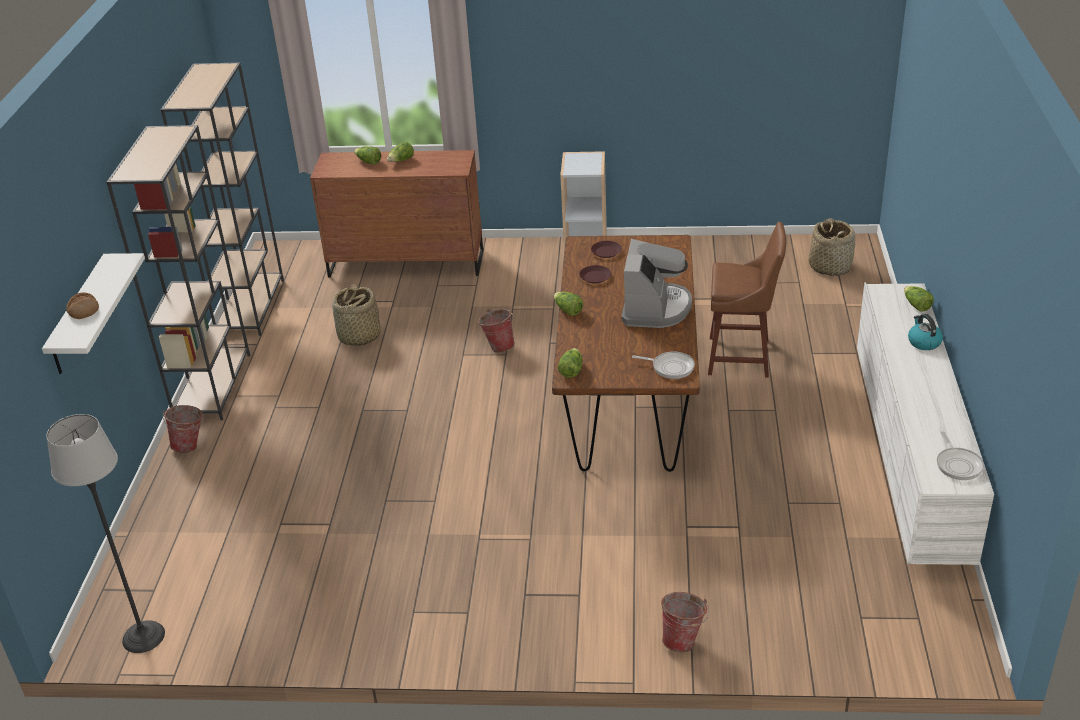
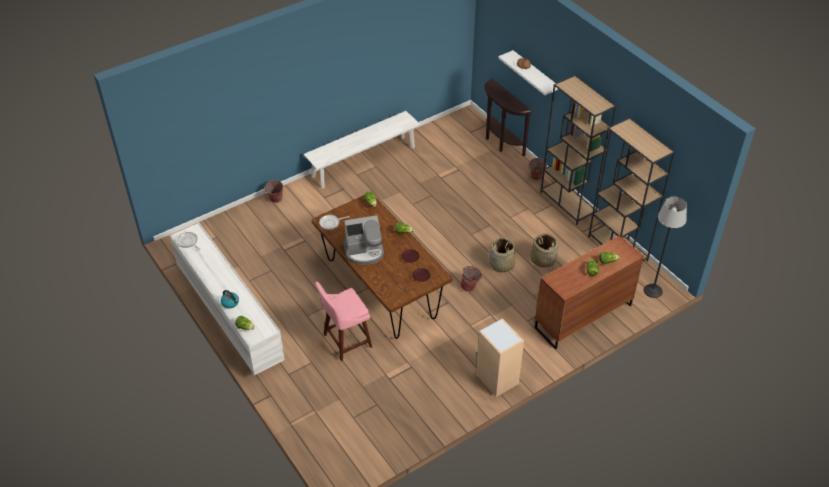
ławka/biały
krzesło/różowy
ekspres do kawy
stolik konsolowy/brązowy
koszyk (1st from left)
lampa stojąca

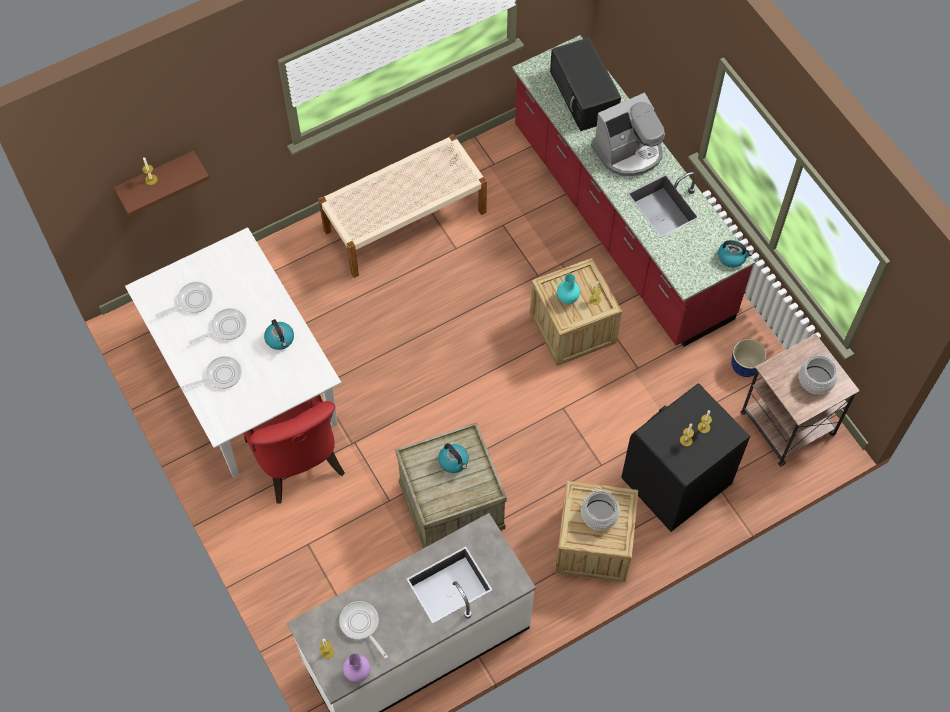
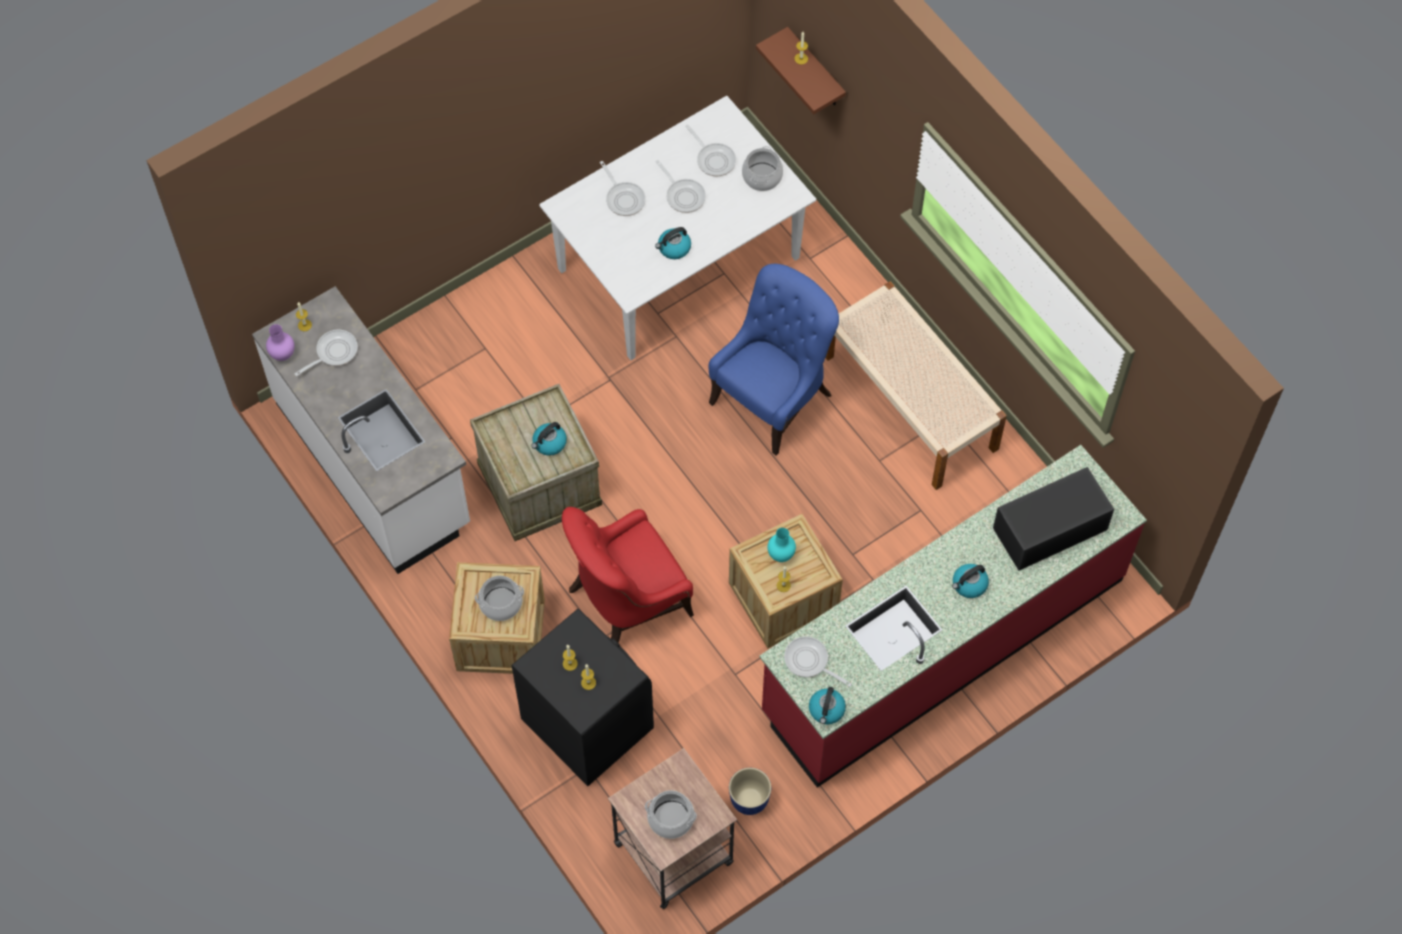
krzesło/czerwony
krzesło/niebieski
garnek (3rd from left)
patelnia (5th from left)
czajnik (4th from left)

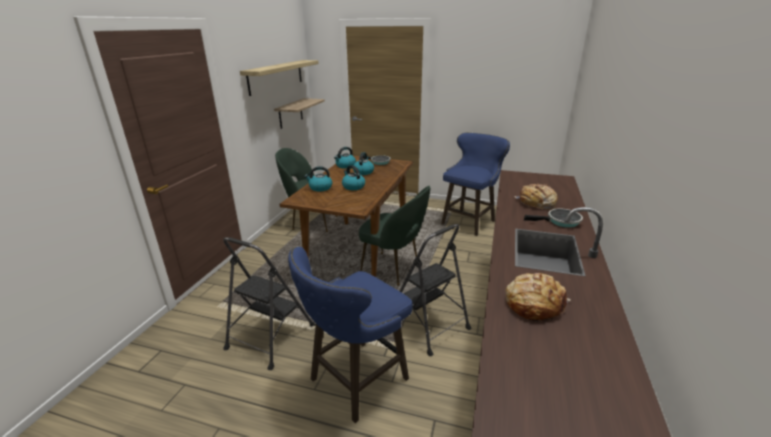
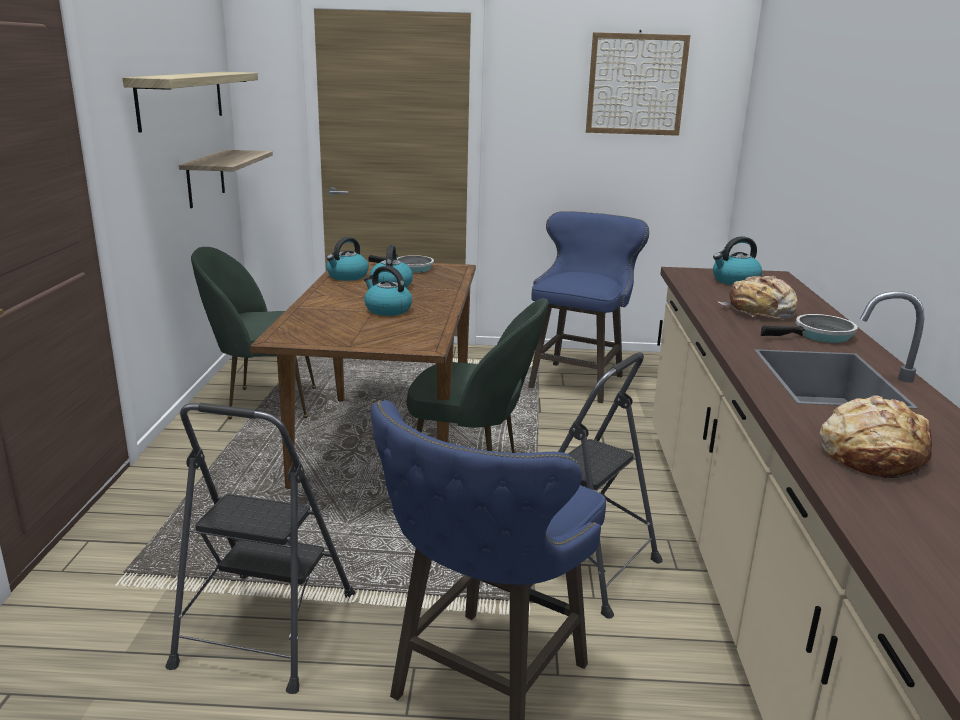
obraz
czajnik (4th from left)

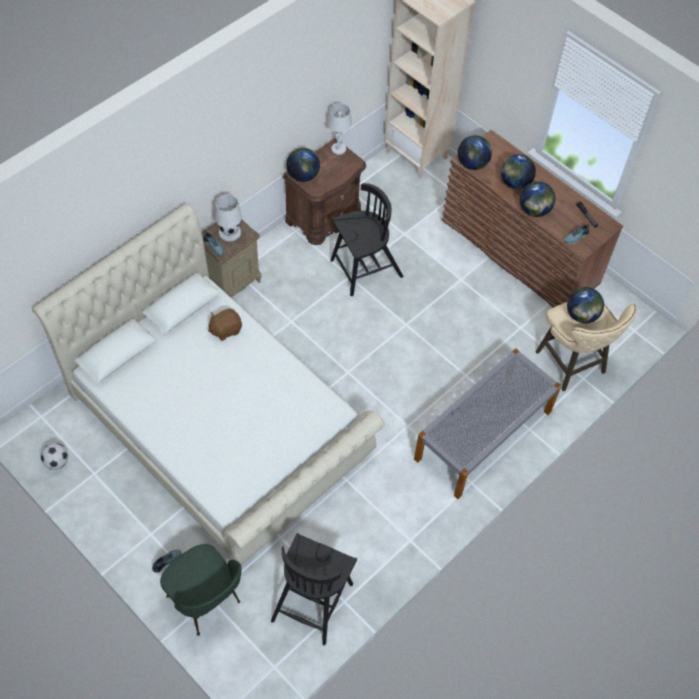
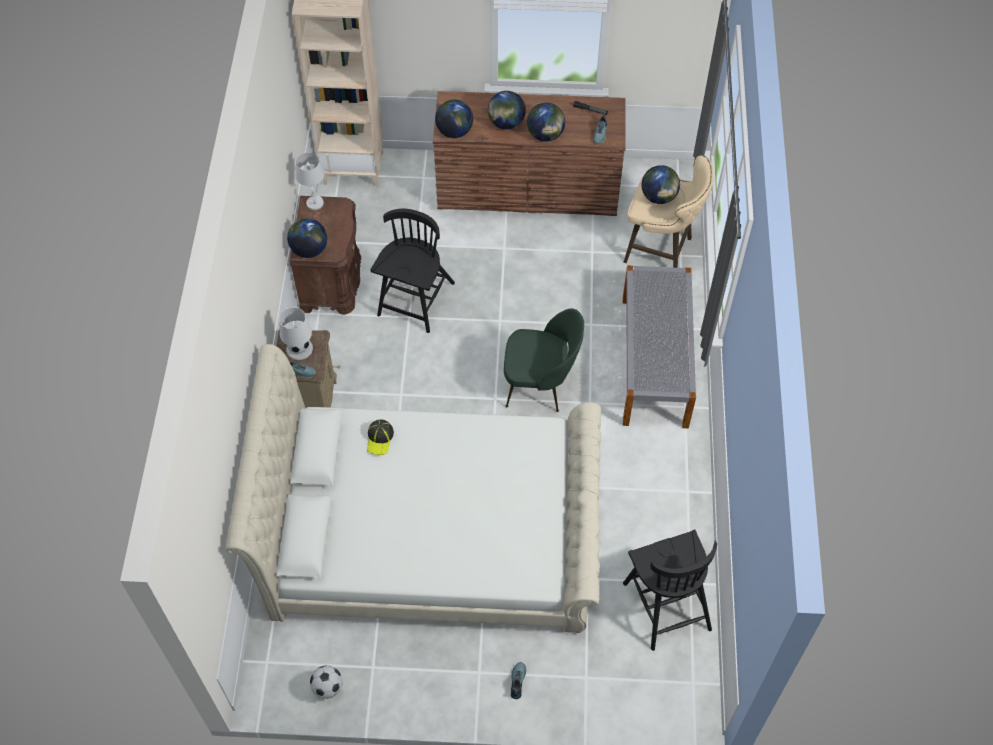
czapka z daszkiem
krzesło/zielony

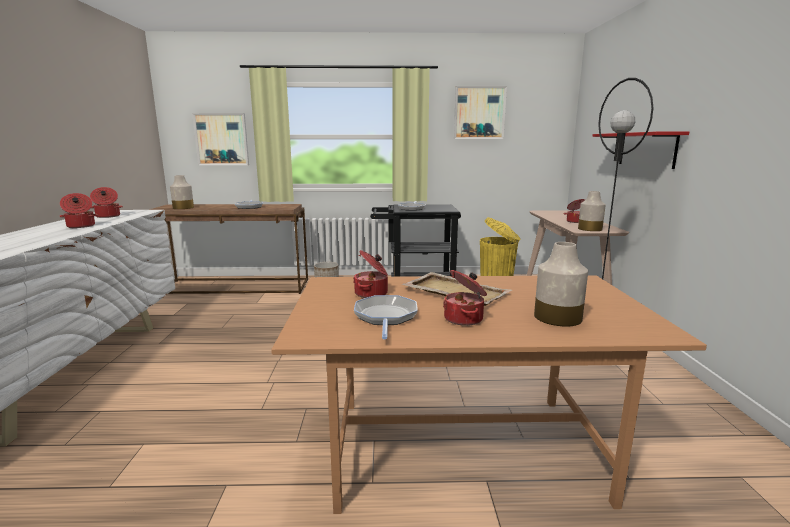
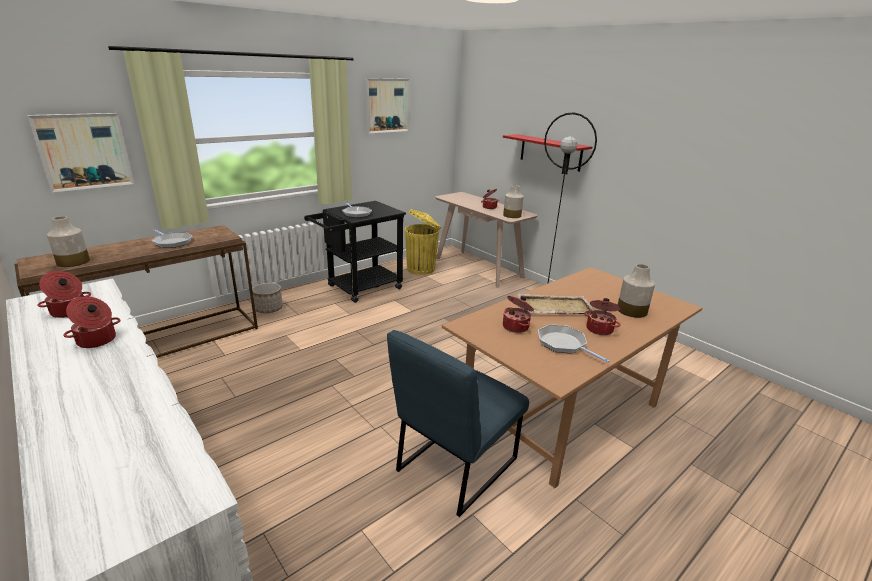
krzesło/niebieski

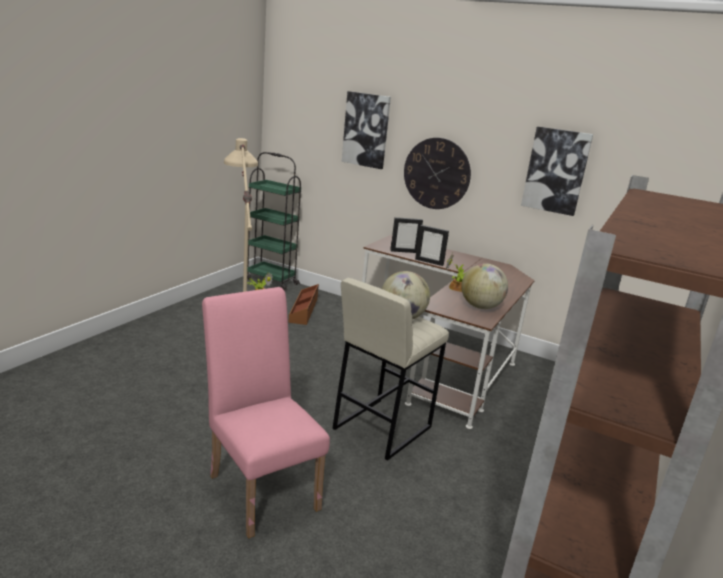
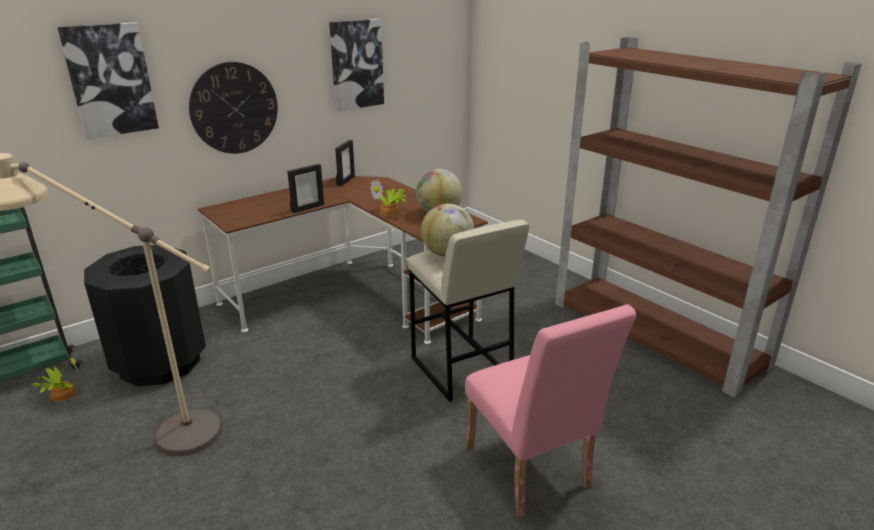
kosz na śmieci/czarny
ramka na zdjęcie (2nd from left)
krzesło/różowy

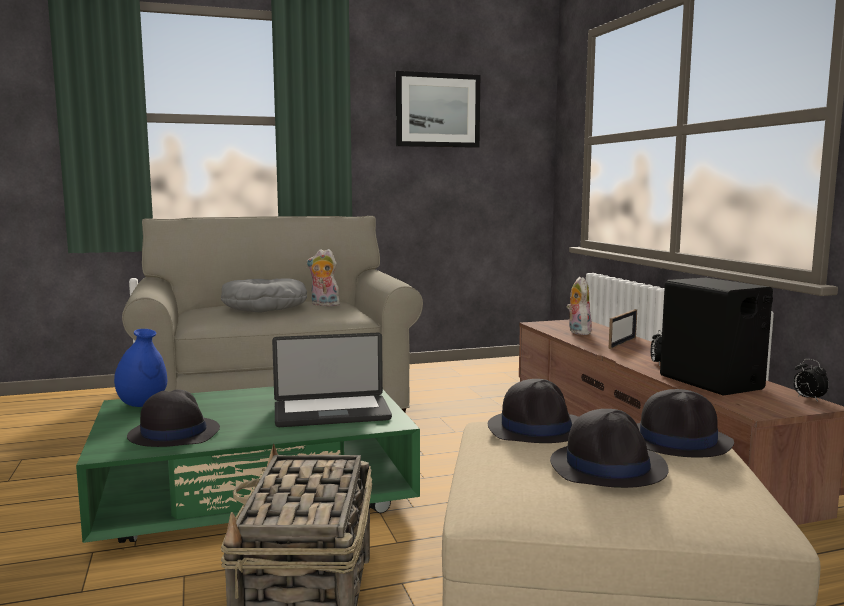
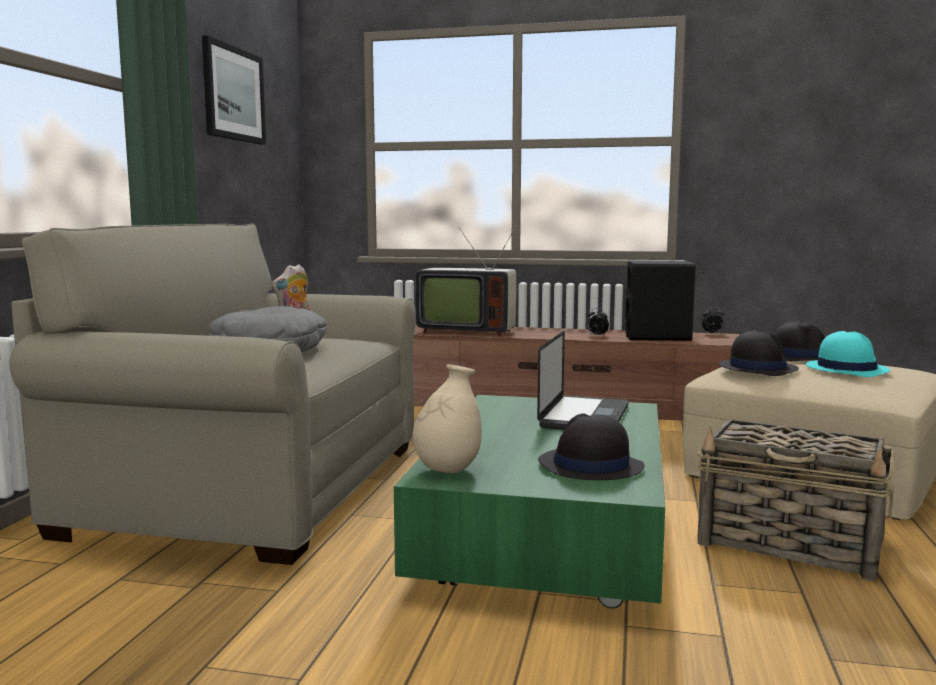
wazon/beżowy
telewizor
kapelusz/turkusowy
ramka na zdjęcie

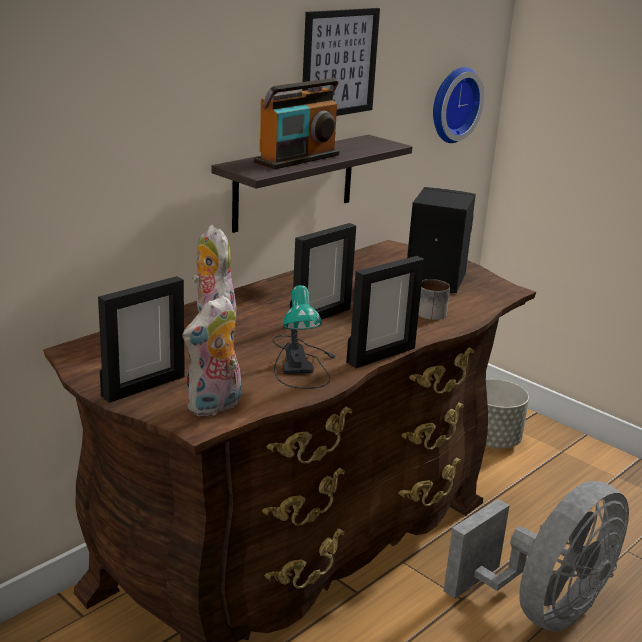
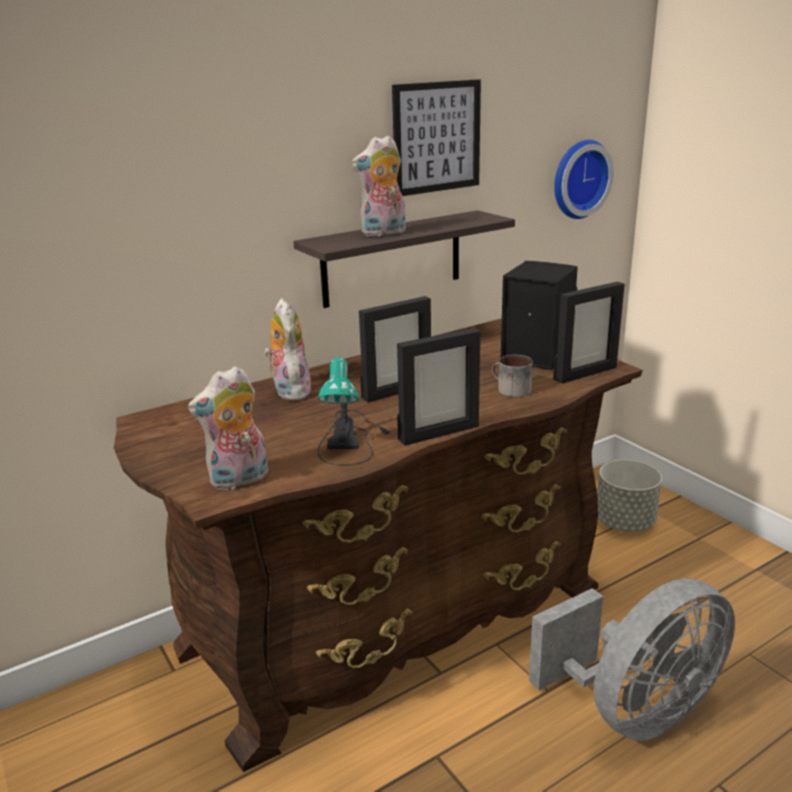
pluszak (3rd from left)
ramka na zdjęcie (3rd from left)

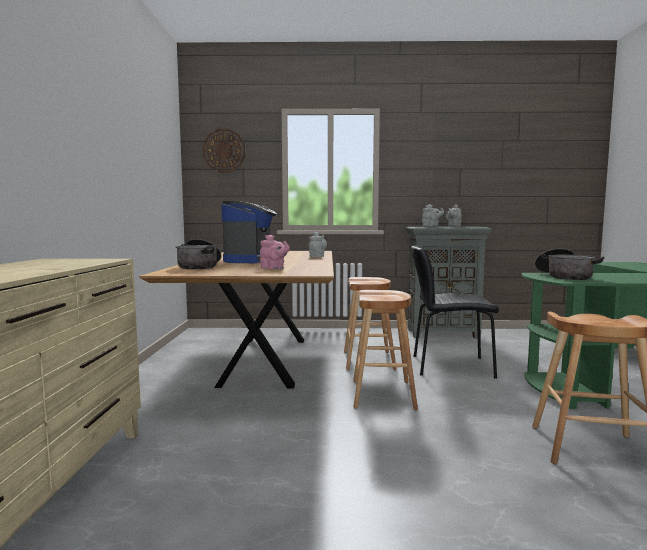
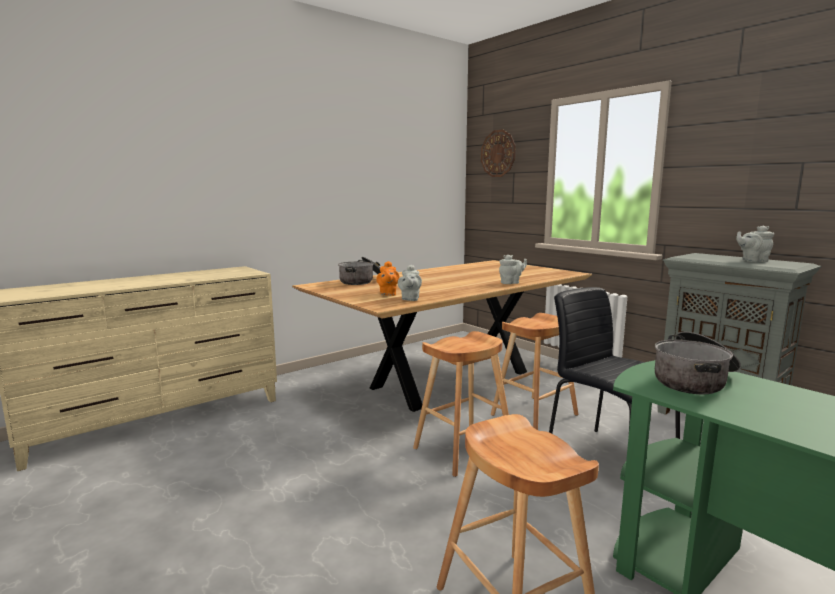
imbryk/pomarańczowy
imbryk/szary (1st from left)
ekspres do kawy

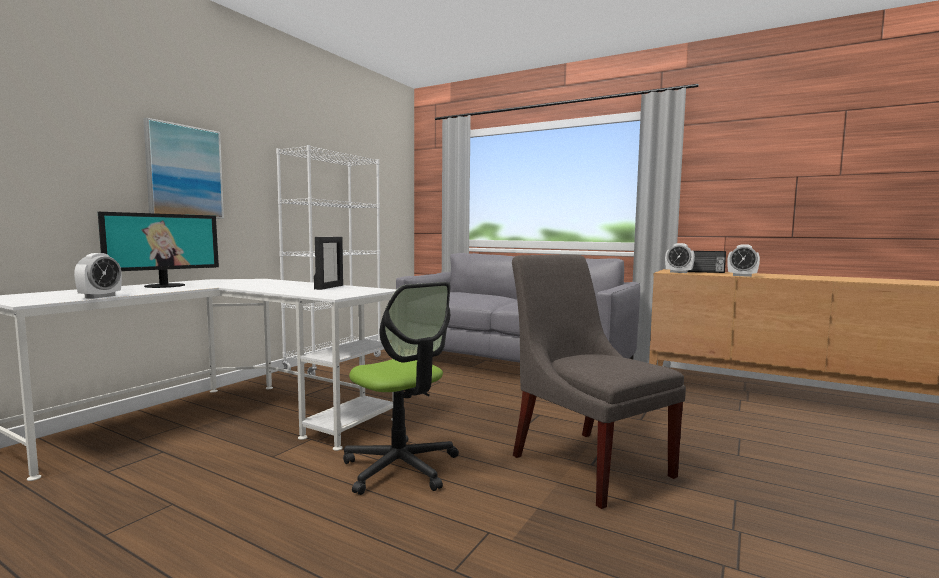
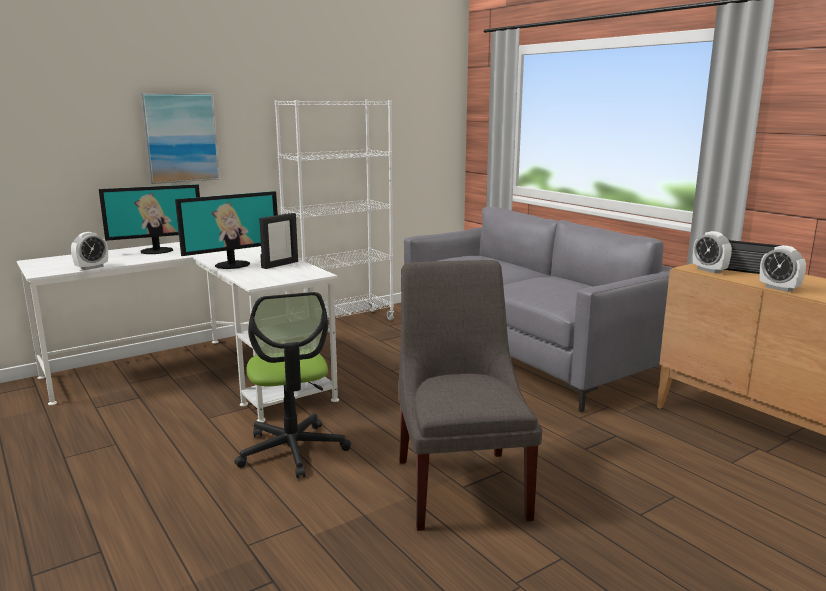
monitor (2nd from left)

